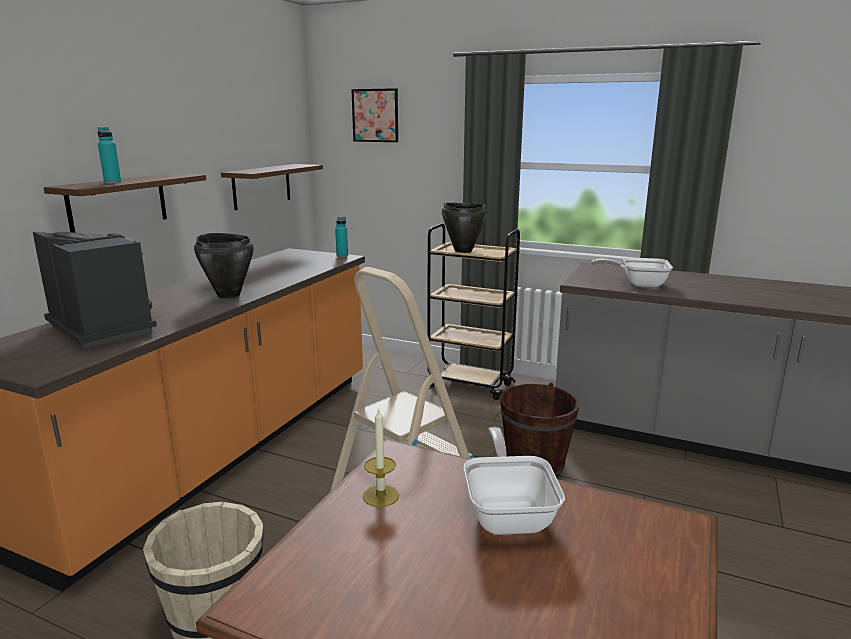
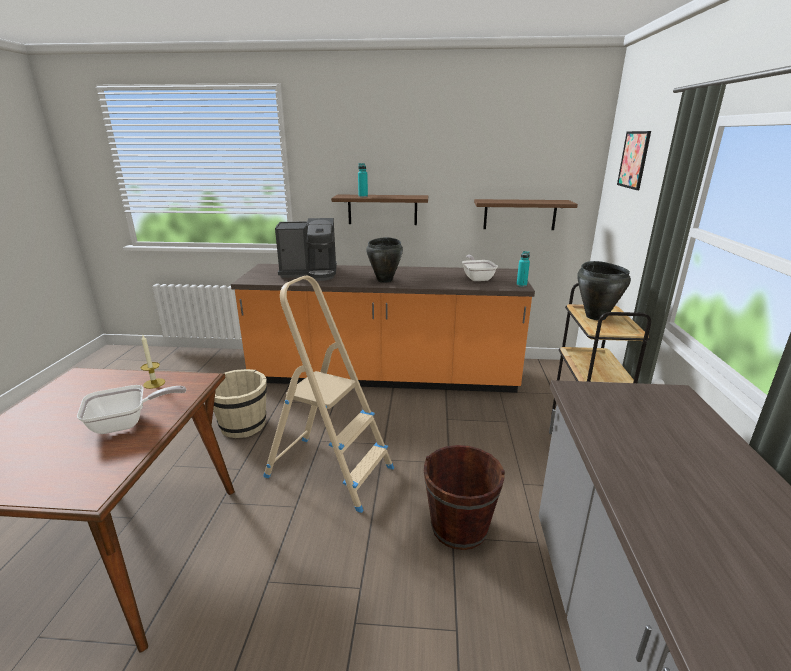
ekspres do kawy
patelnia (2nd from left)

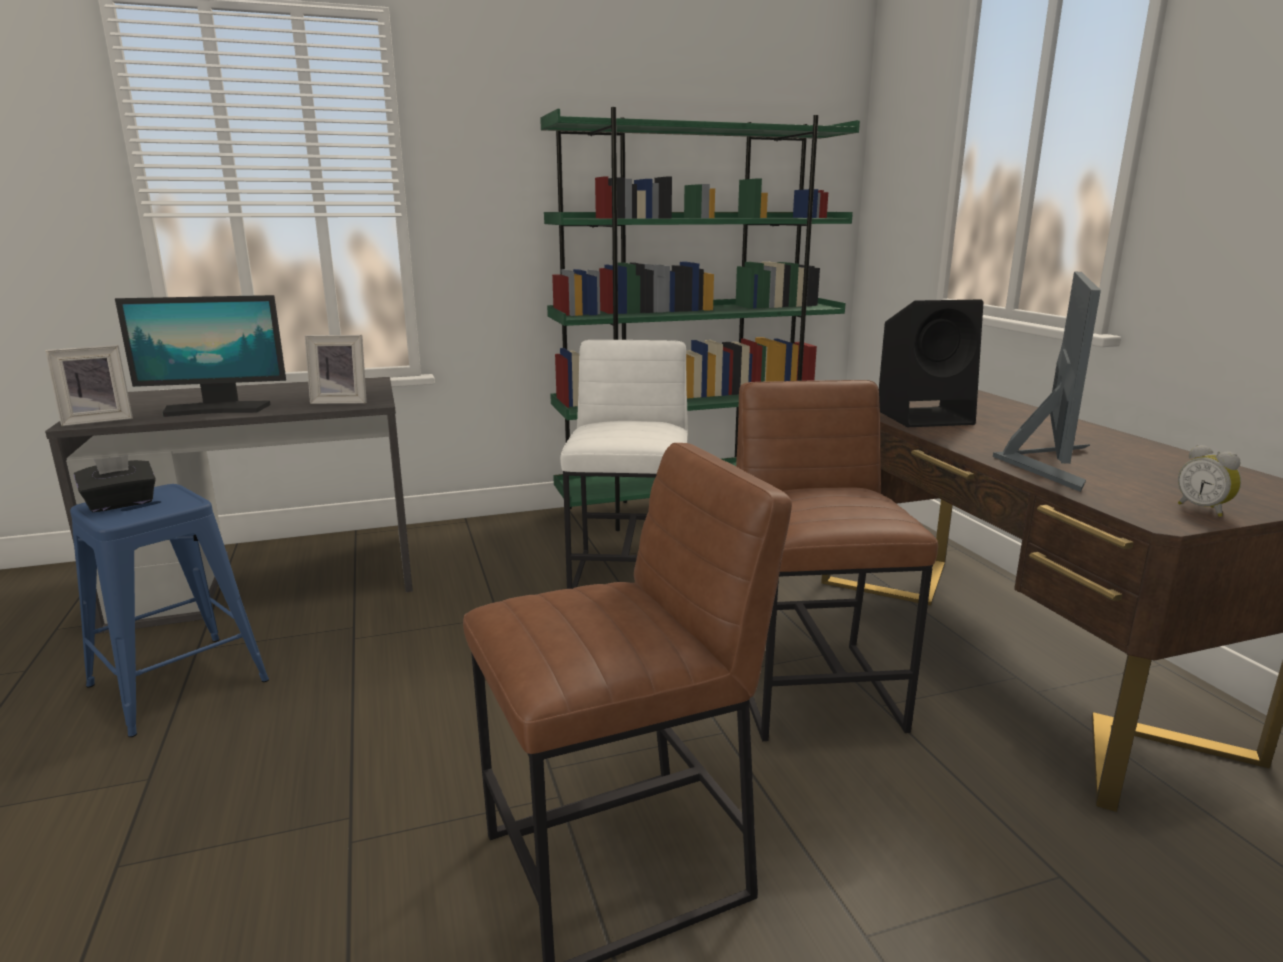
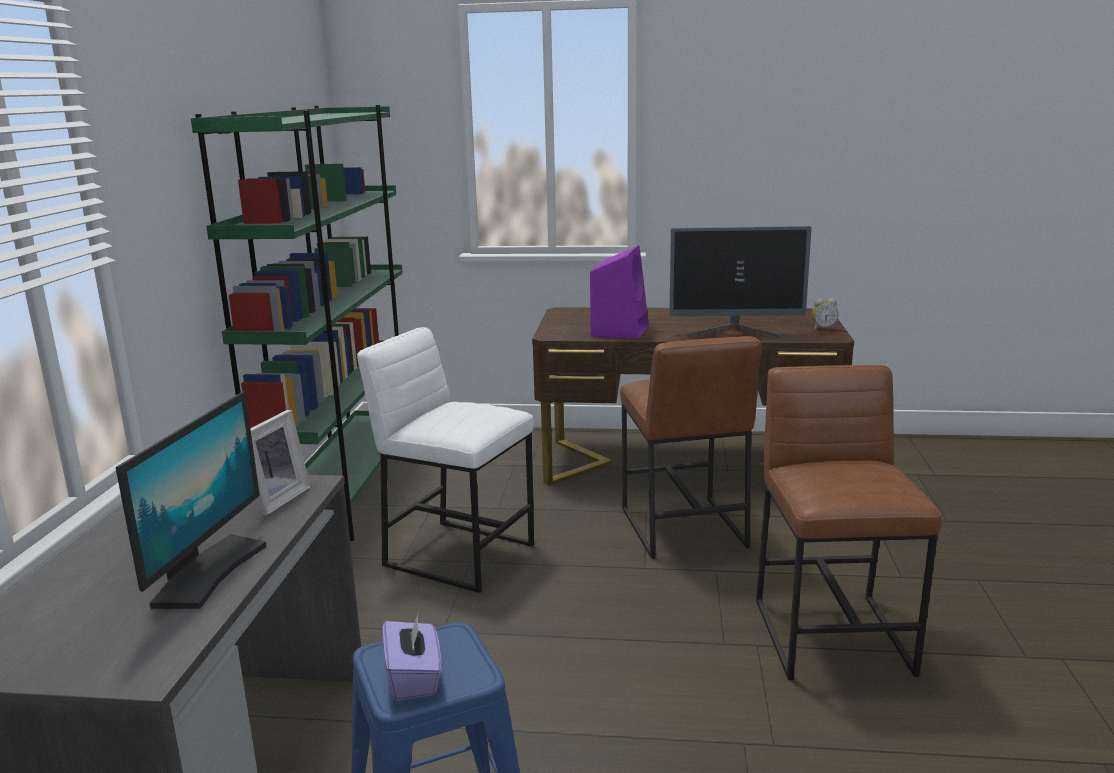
pudełko chusteczek/fioletowy
głośnik/fioletowy
krzesło/brązowy (1st from left)
monitor (2nd from left)
ramka na zdjęcie (1st from left in the first image)

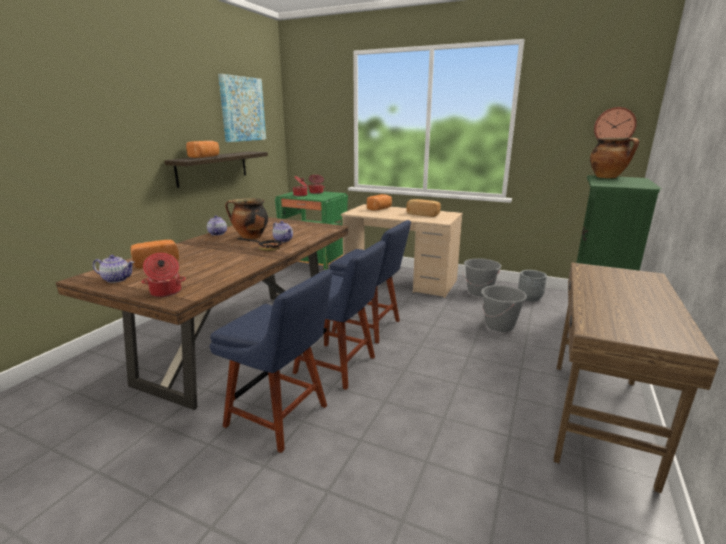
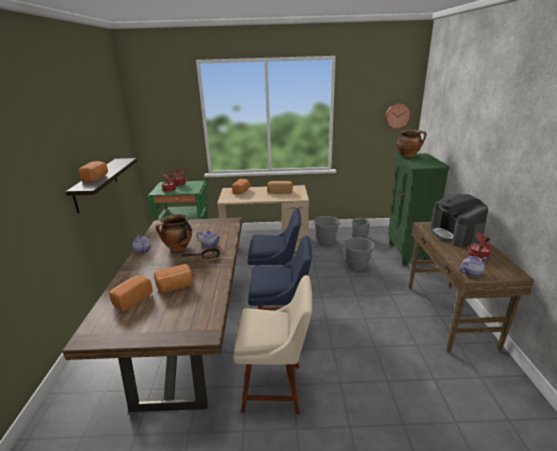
chleb (3rd from left)
krzesło/beżowy
ekspres do kawy
imbryk (3rd from left)
garnek (5th from left)
obraz

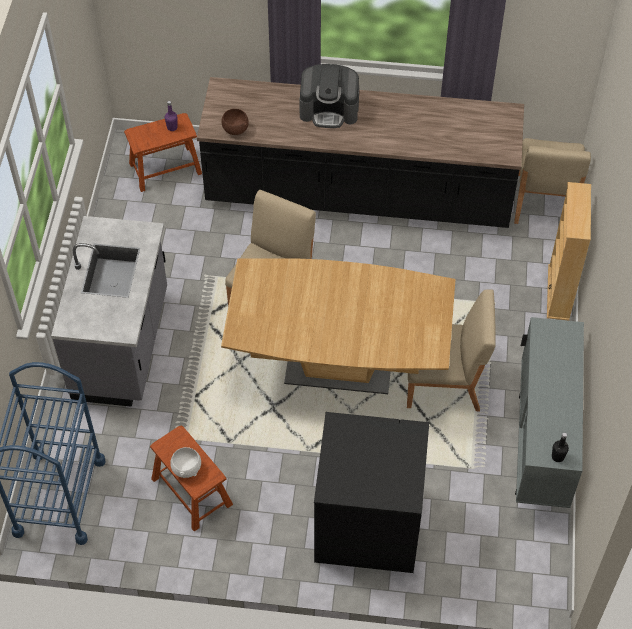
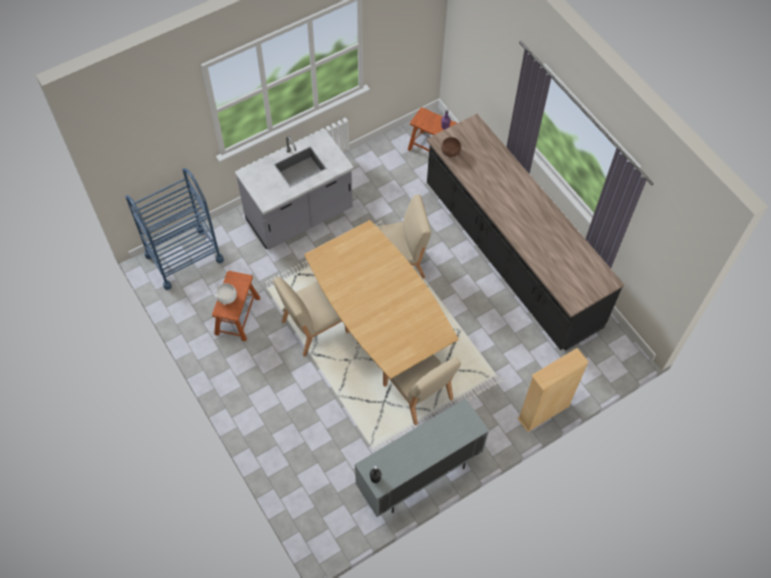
krzesło/beżowy (1st from left)
ekspres do kawy
pralka/czarny

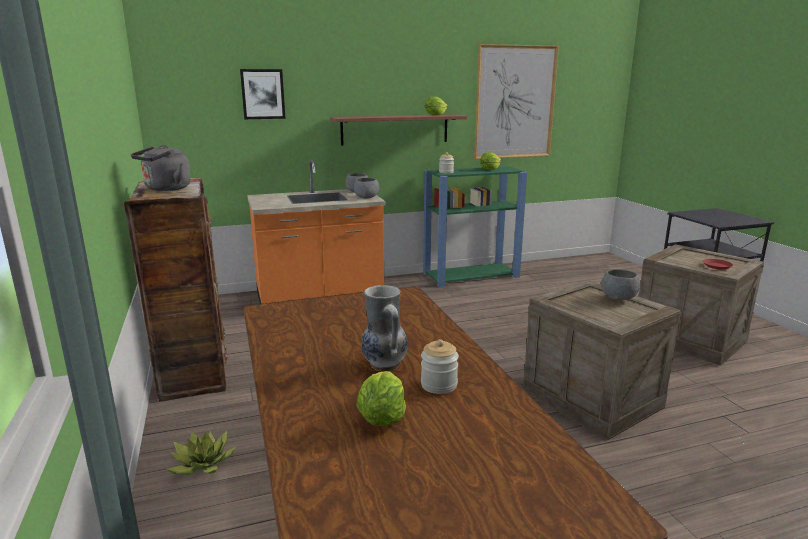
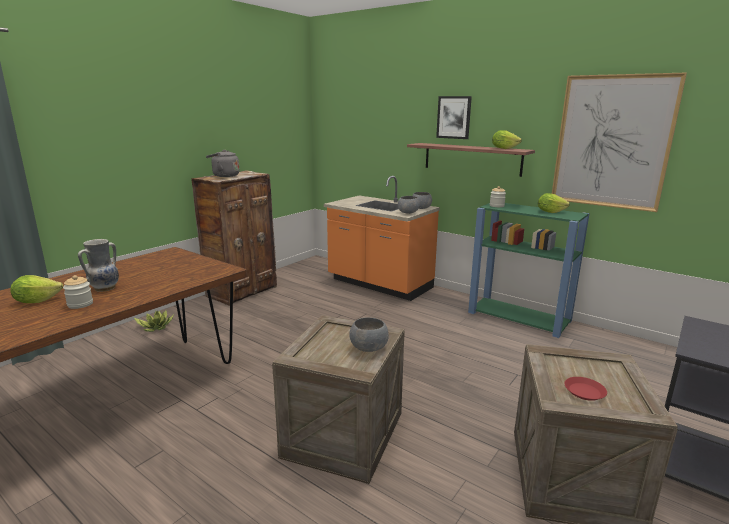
obraz (1st from left)

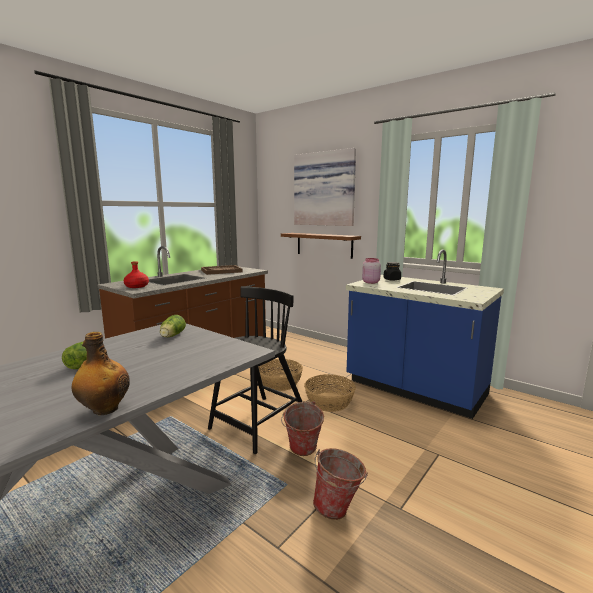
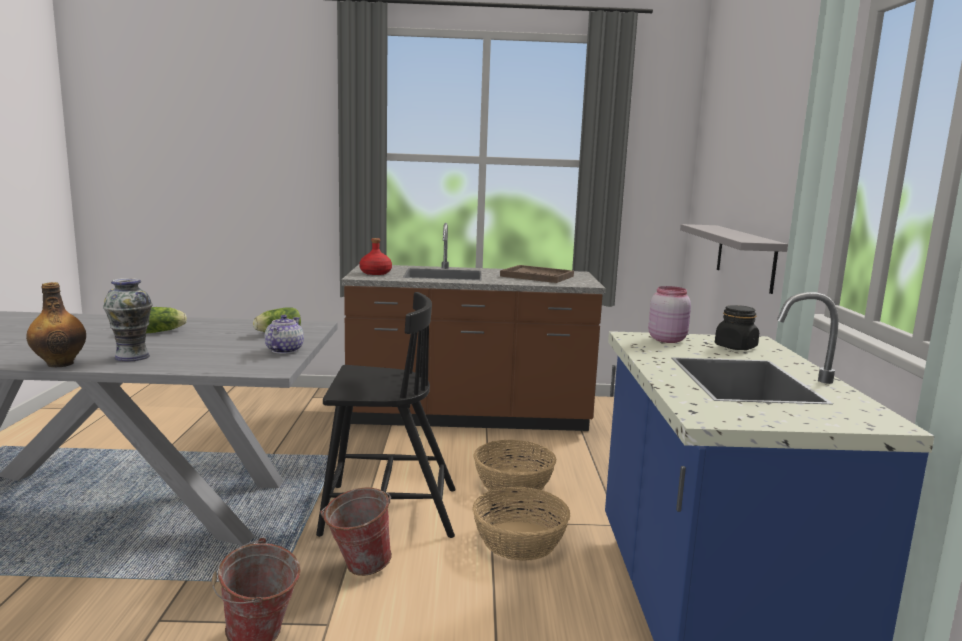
wazon
imbryk
półka/szary
obraz

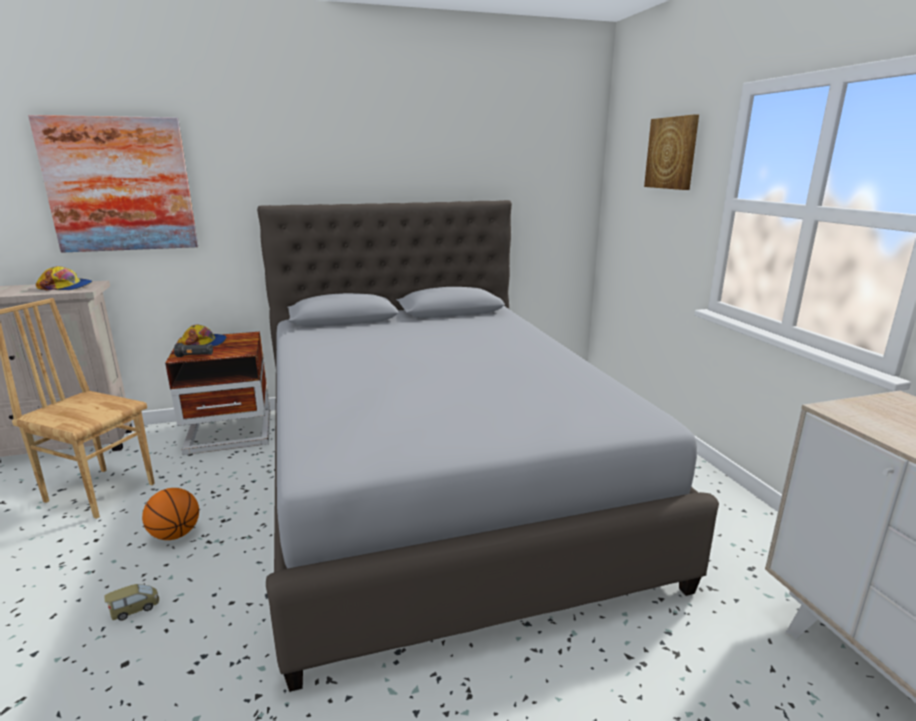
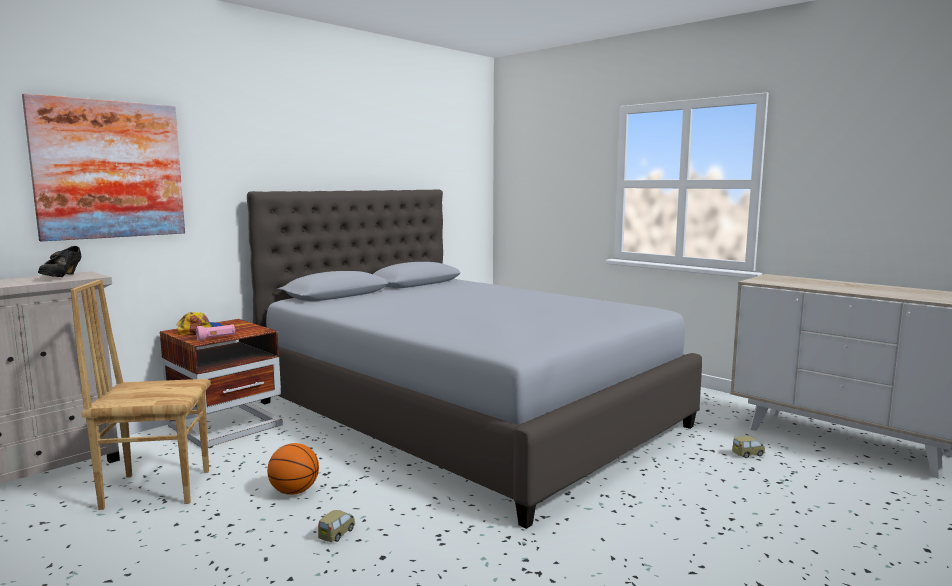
but/czarny
latarka/różowy
samochodzik (2nd from left)
obraz (2nd from left in the first image)

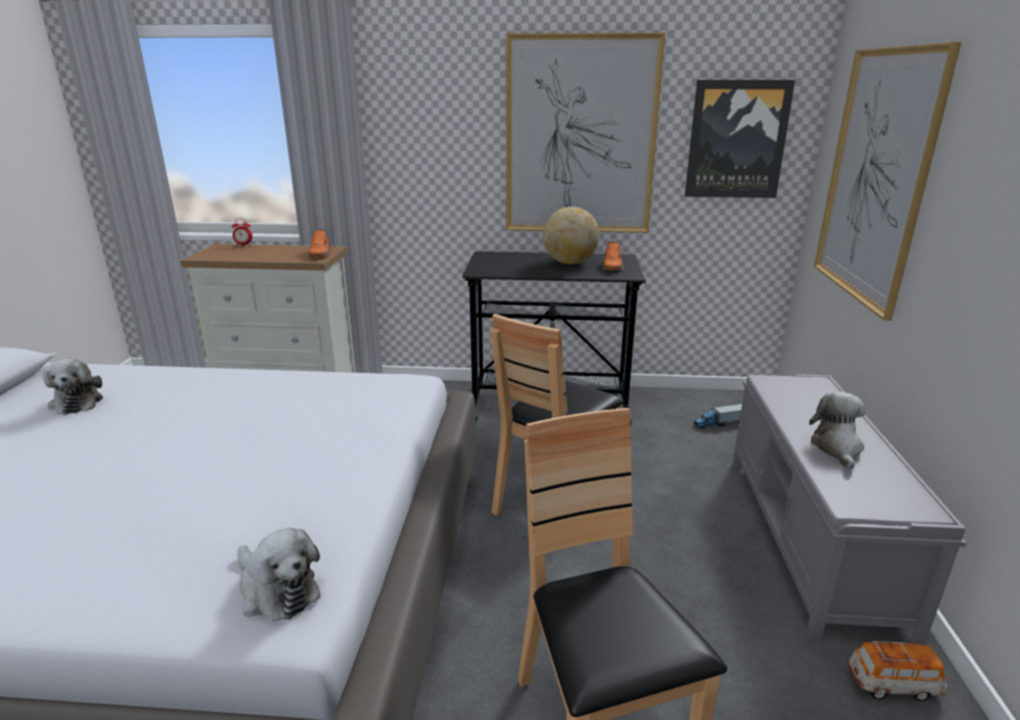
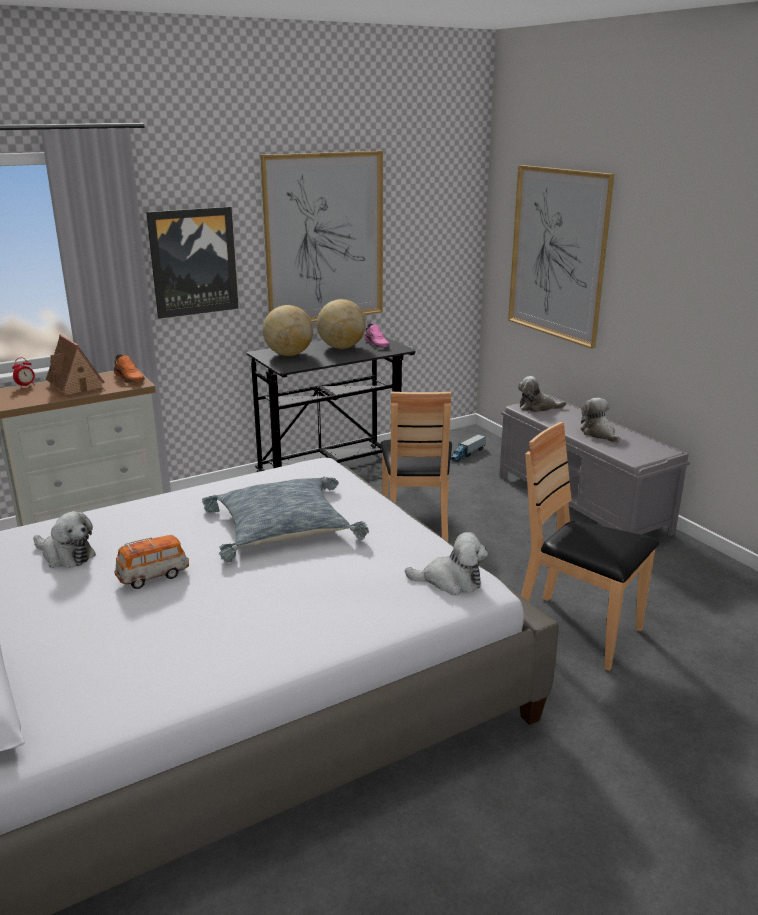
domek
samochodzik
obraz (1st from left)
poduszka
globus (1st from left)
but/różowy
pluszak (3rd from left)

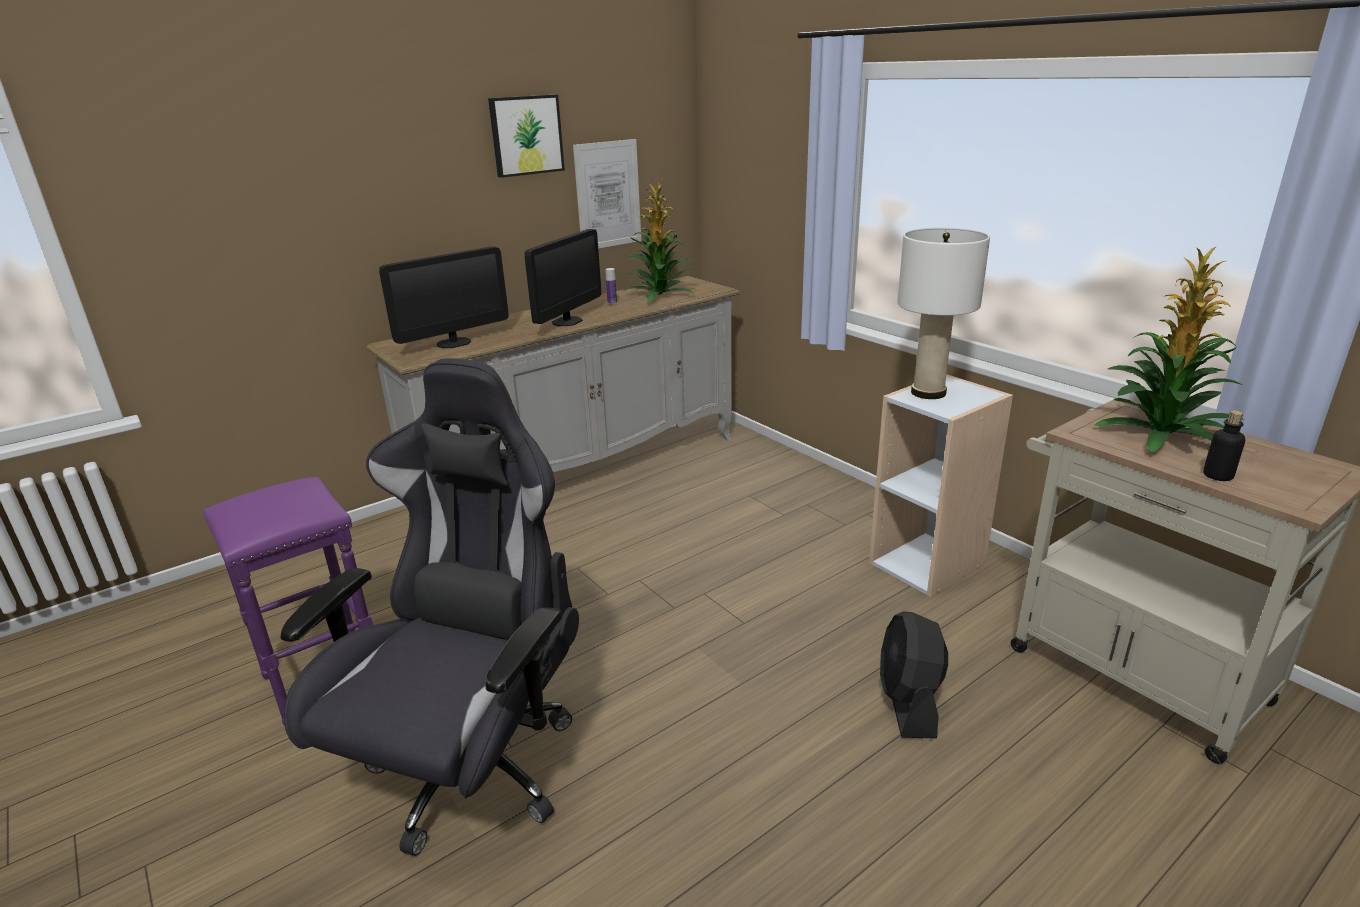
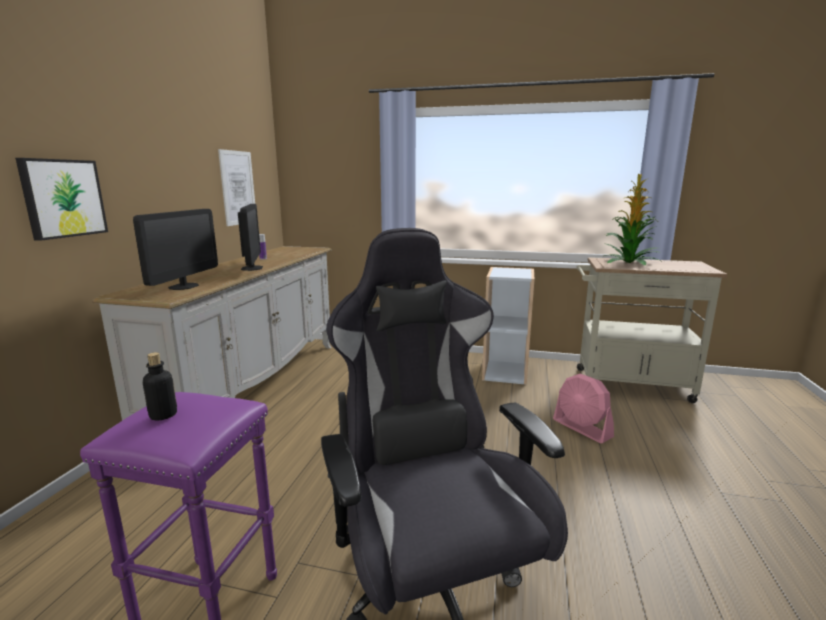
obraz (1st from left)
butelka (1st from left)
wentylator/różowy
roślina doniczkowa (1st from left in the first image)
lampa stołowa/biały

